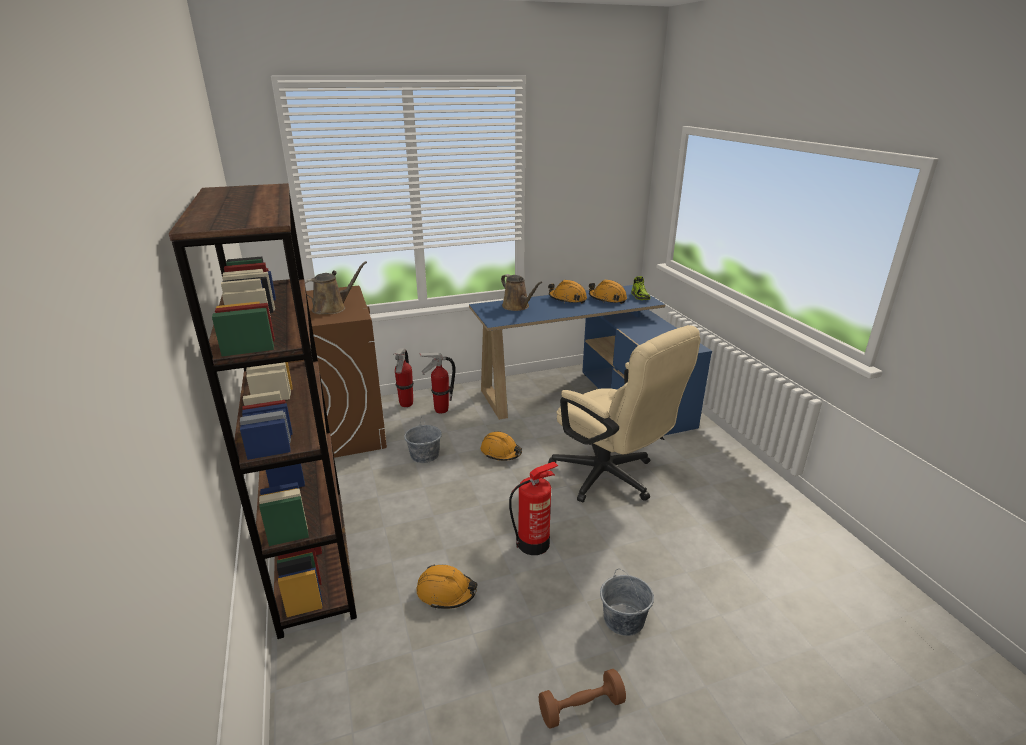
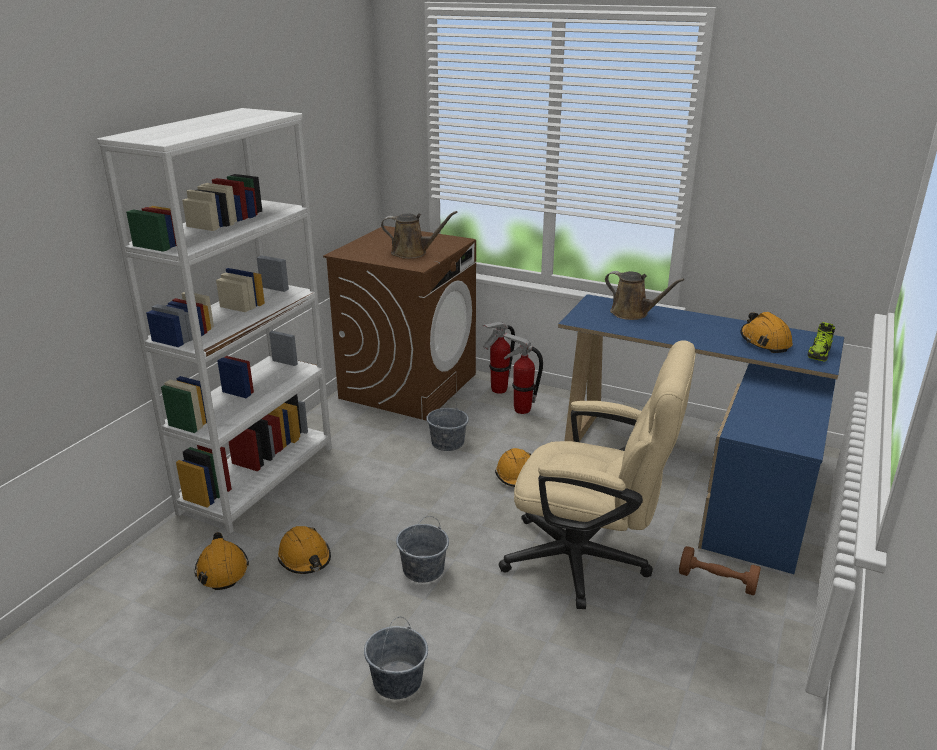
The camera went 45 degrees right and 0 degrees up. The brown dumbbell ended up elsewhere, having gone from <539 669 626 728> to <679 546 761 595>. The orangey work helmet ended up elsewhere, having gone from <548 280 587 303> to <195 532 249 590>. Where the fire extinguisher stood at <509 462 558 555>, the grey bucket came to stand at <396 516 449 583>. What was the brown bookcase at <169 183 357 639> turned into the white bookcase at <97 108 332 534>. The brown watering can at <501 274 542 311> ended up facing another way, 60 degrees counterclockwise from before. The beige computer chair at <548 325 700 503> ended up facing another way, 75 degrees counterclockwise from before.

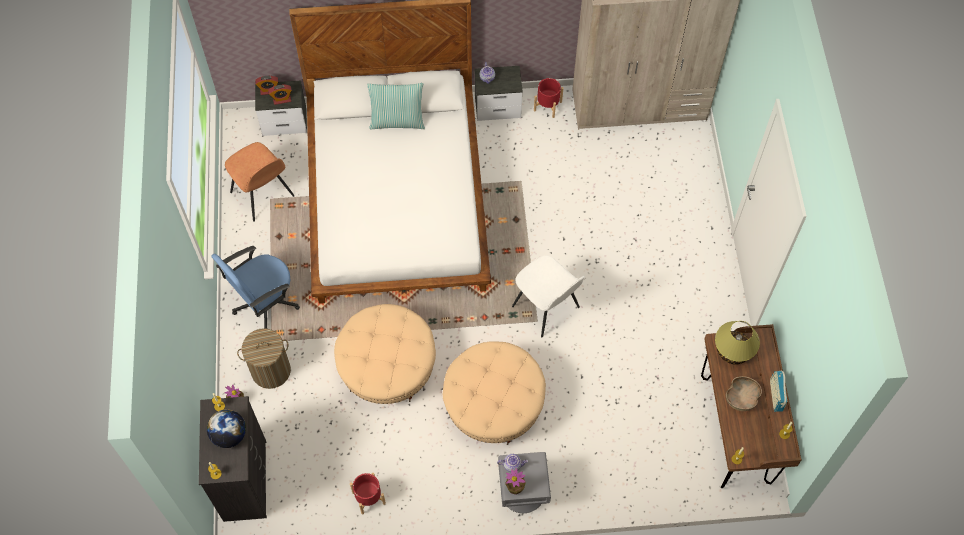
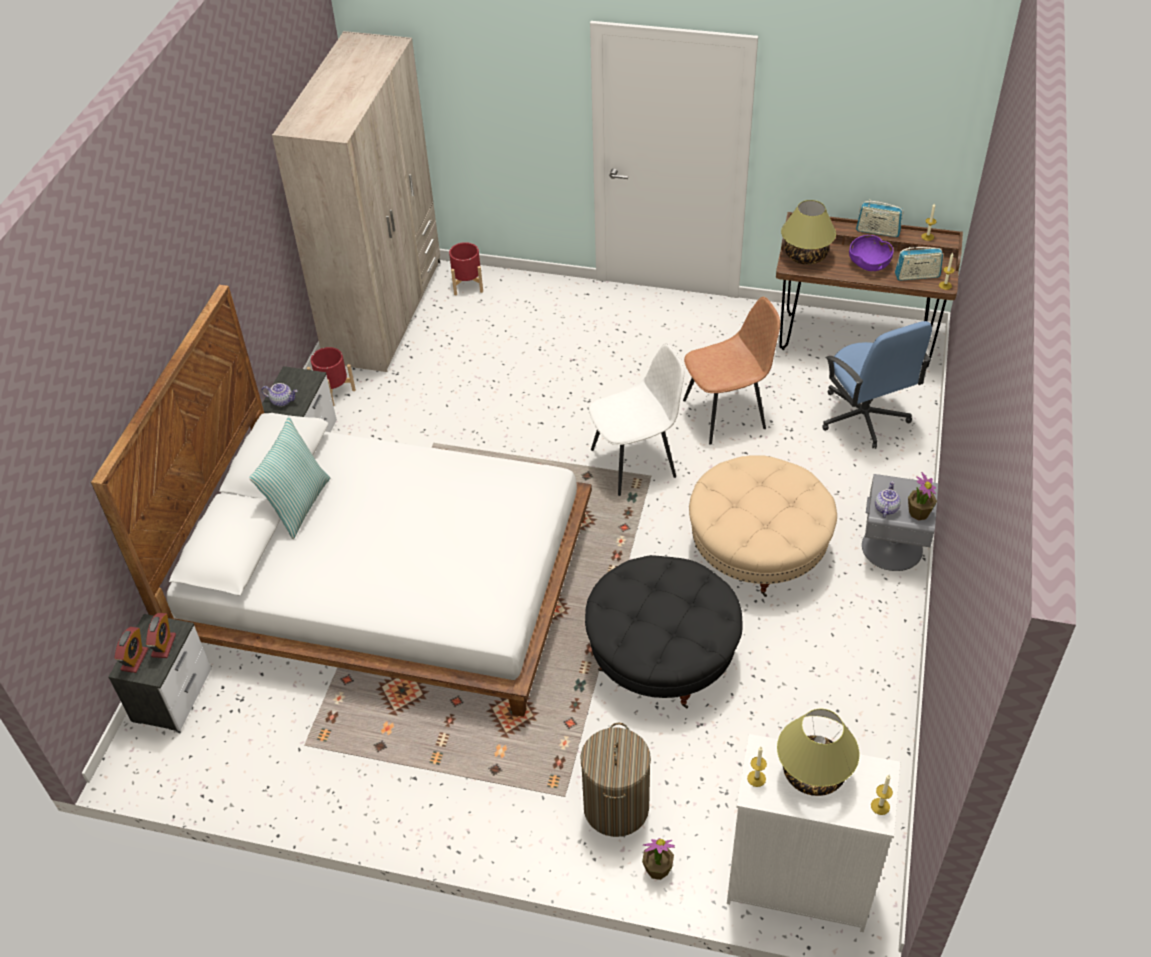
The camera went 70 degrees left and 15 degrees down. The second view gained the radio set at <895 247 943 281>. The blue-coloured computer chair ended up elsewhere, having gone from <211 246 300 329> to <822 321 932 449>. The brown plain chair ended up elsewhere, having gone from <225 142 295 222> to <683 297 780 445>. The red-coloured planter ended up elsewhere, having gone from <350 473 386 514> to <449 242 483 295>. Where the globe stood at <207 409 246 448>, the lamp for a table came to stand at <777 709 859 796>. What was the blackish drawer chest at <199 396 267 522> turned into the white drawer chest at <727 734 900 932>. What was the beige pouffe at <334 304 436 404> turned into the blackish pouffe at <585 555 743 708>. What was the brown serving bowl at <726 376 762 411> turned into the purple serving bowl at <849 235 894 271>.

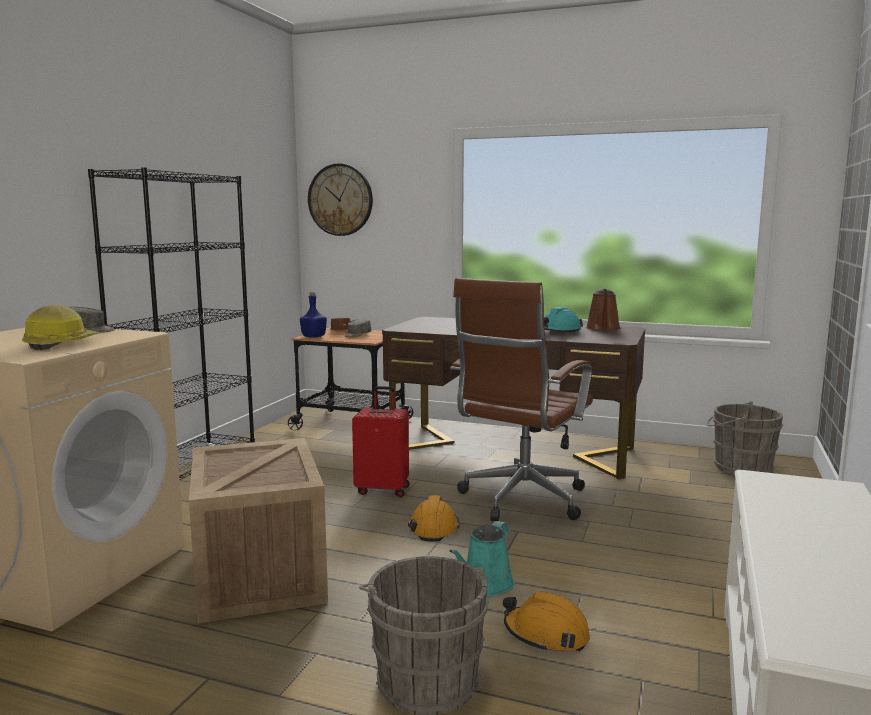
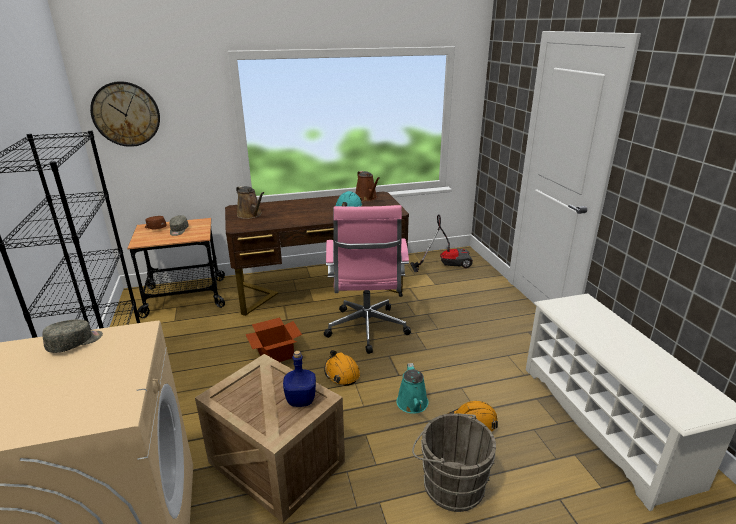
The camera went 35 degrees left and 15 degrees up. The second view lost the work helmet at <22 305 99 350>. The second view gained the brown watering can at <236 186 264 219>. The blue-coloured beverage bottle ended up elsewhere, having gone from <300 292 327 338> to <283 351 316 407>. Where the red-coloured piece of luggage stood at <352 386 410 497>, the carton came to stand at <245 318 302 362>. Where the grey bucket stood at <707 401 783 475>, the hoover came to stand at <410 214 473 272>. What was the brown computer chair at <450 278 593 521> turned into the pinkish computer chair at <324 205 411 354>.

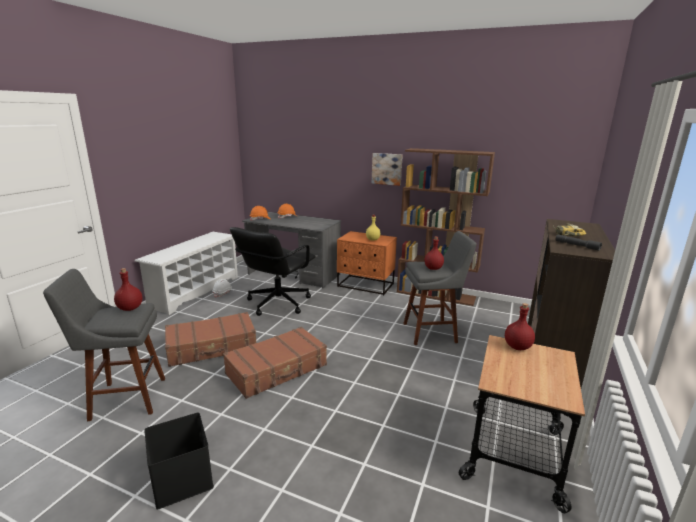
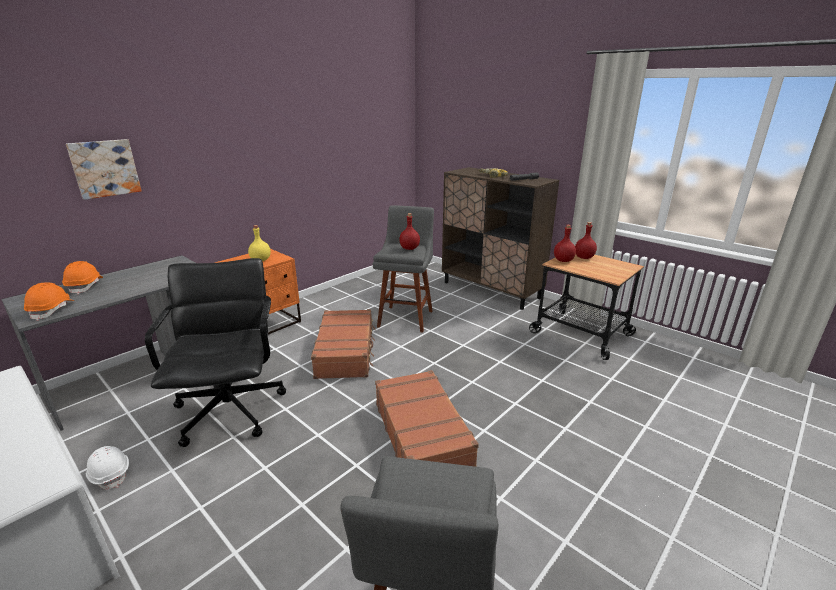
The camera went 70 degrees left and 5 degrees up. The second view lost the blackish storage bin at <144 413 214 510>. The second view lost the brown bookcase at <397 148 495 306>. The red-coloured beverage bottle ended up elsewhere, having gone from <114 268 143 311> to <575 222 597 259>. The brown piece of luggage ended up elsewhere, having gone from <165 312 256 367> to <311 309 376 379>. The wall art ended up elsewhere, having gone from <372 153 403 186> to <66 139 142 200>. The blackish computer chair at <230 227 316 316> ended up facing another way, 150 degrees counterclockwise from before.

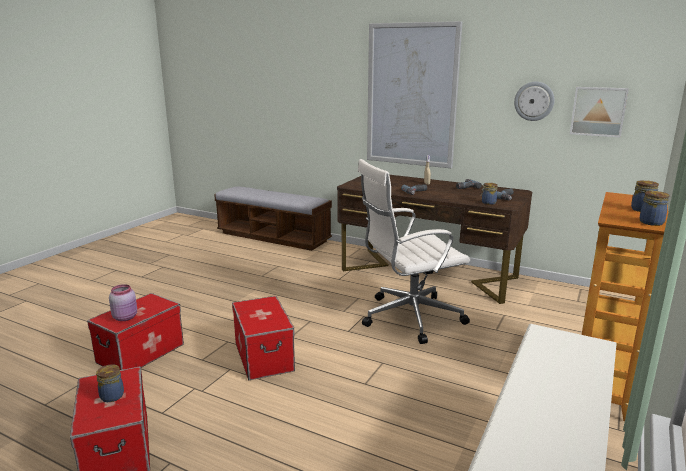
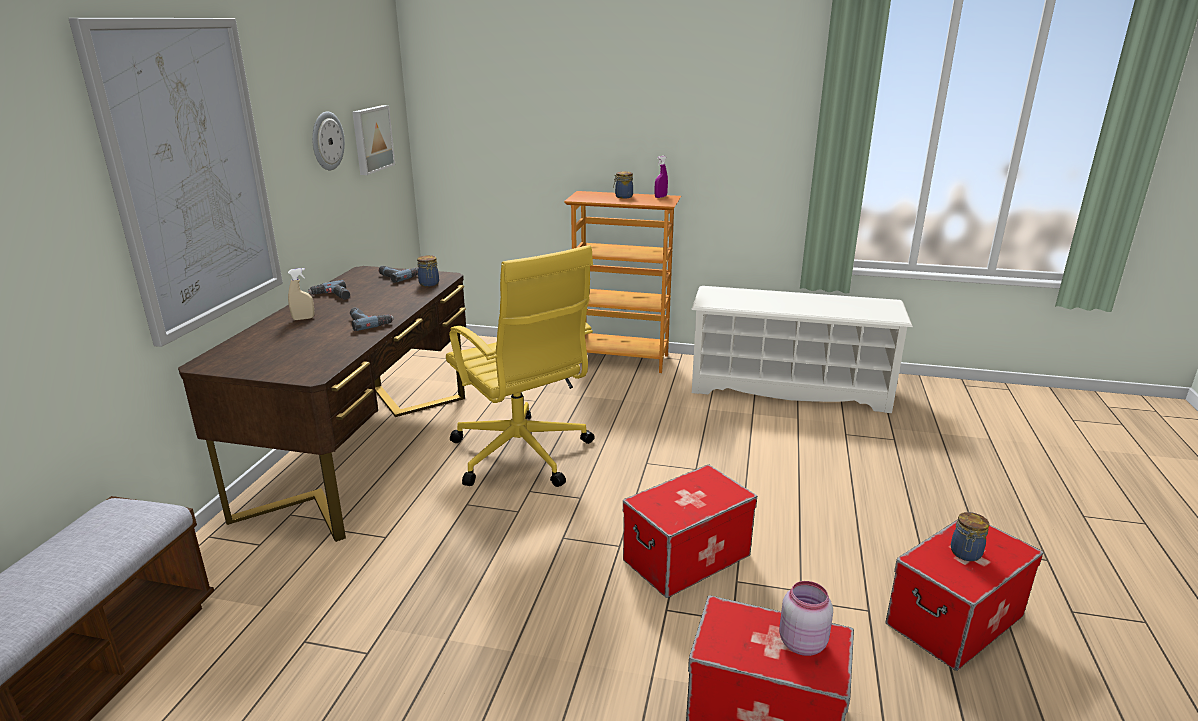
The camera went 105 degrees left and 5 degrees up. Where the preserve jar stood at <640 191 669 226>, the purple hand sprayer came to stand at <655 156 668 198>. What was the white computer chair at <358 159 470 344> turned into the yellow computer chair at <446 245 595 487>.

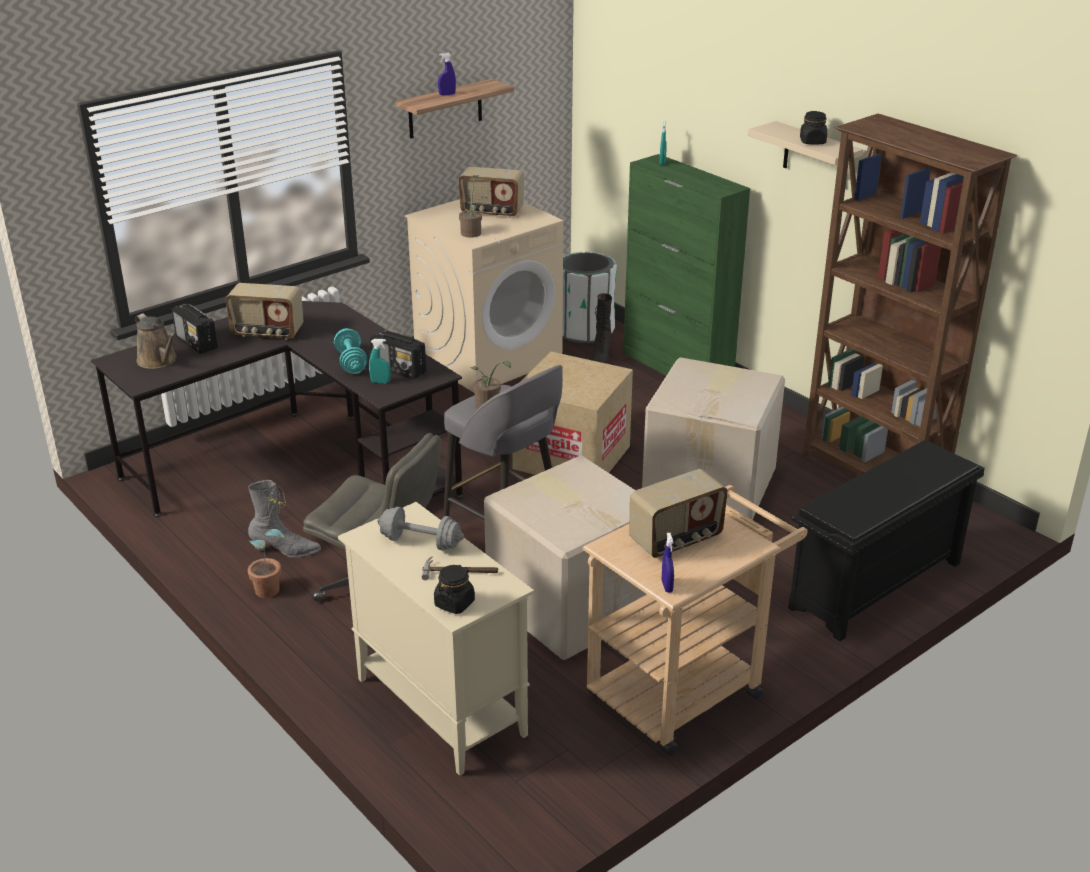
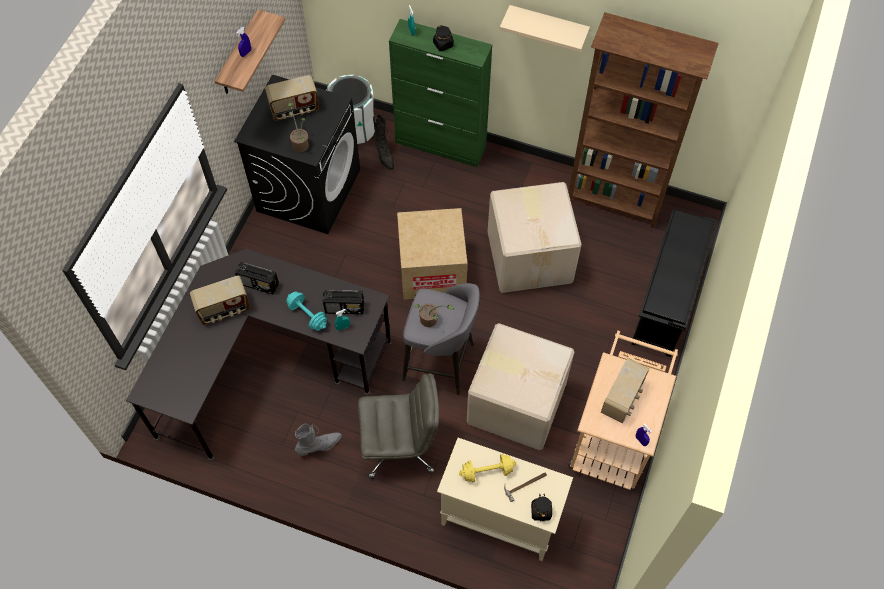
The camera went 30 degrees left and 30 degrees up. The second view lost the brown watering can at <135 314 177 369>. The second view lost the potted plant at <248 497 288 598>. The radio set ended up elsewhere, having gone from <172 304 218 354> to <235 262 279 294>. The blackish preserve jar ended up elsewhere, having gone from <800 111 827 145> to <433 25 454 51>. What was the grey dumbbell at <377 507 464 551> turned into the yellow dumbbell at <459 454 516 483>. What was the beige washing machine at <405 199 563 393> turned into the blackish washing machine at <234 74 360 234>.

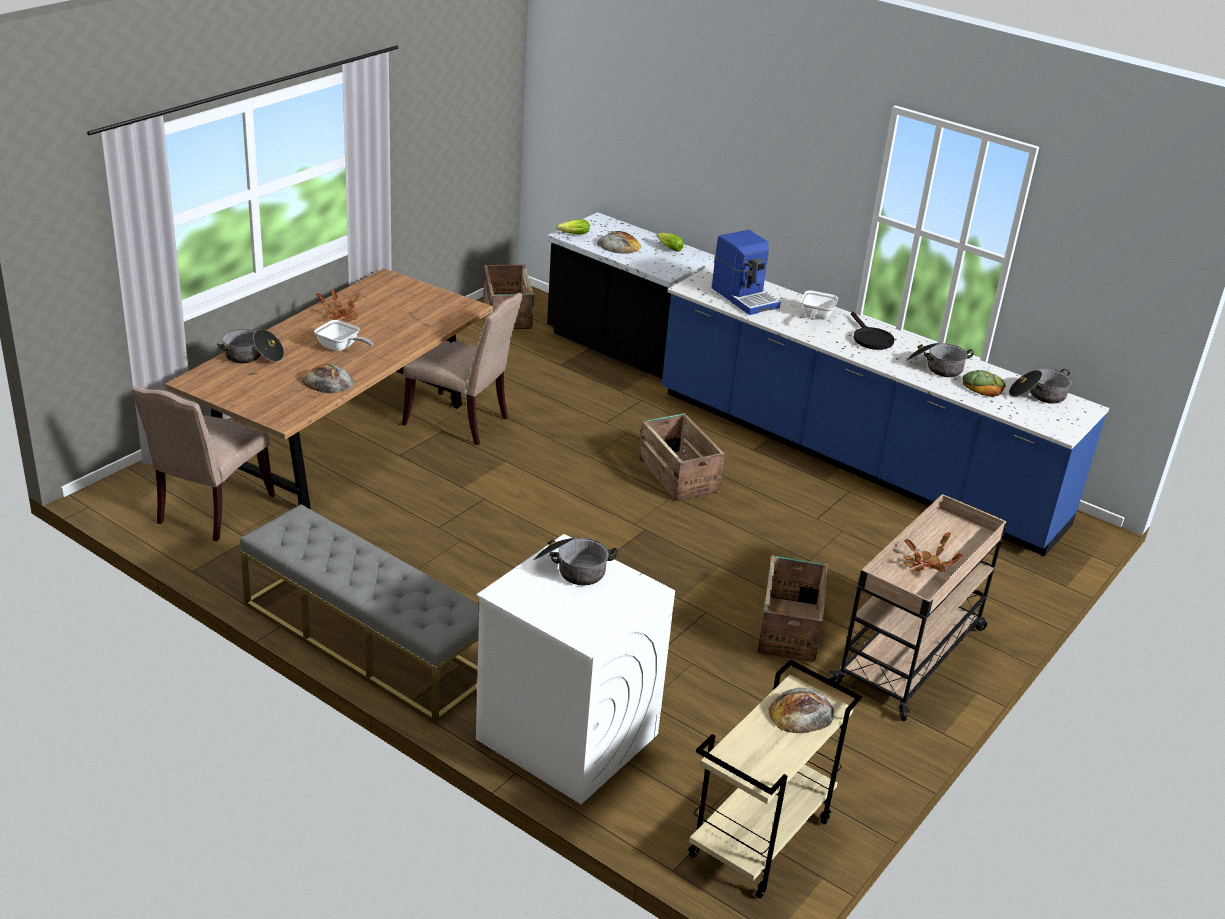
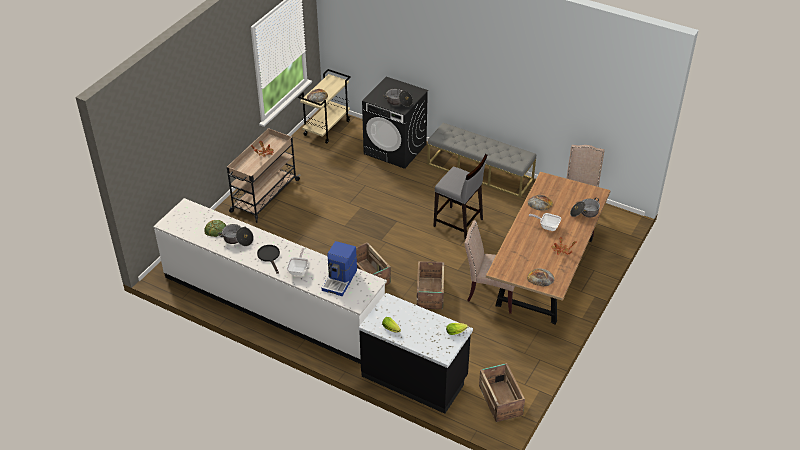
The camera went 175 degrees right and 10 degrees up. The second view lost the saucepot at <1009 368 1072 404>. The second view gained the grey stool seat at <433 154 487 240>. The baked bread ended up elsewhere, having gone from <597 231 641 254> to <527 268 555 287>. The packing crate ended up elsewhere, having gone from <757 556 828 662> to <417 261 444 309>. What was the white washing machine at <476 534 675 804> turned into the blackish washing machine at <362 77 428 169>. What was the blue-coloured counter at <662 264 1109 557> turned into the white counter at <153 198 387 364>. The coffee machine at <712 230 781 315> ended up facing another way, 120 degrees counterclockwise from before.

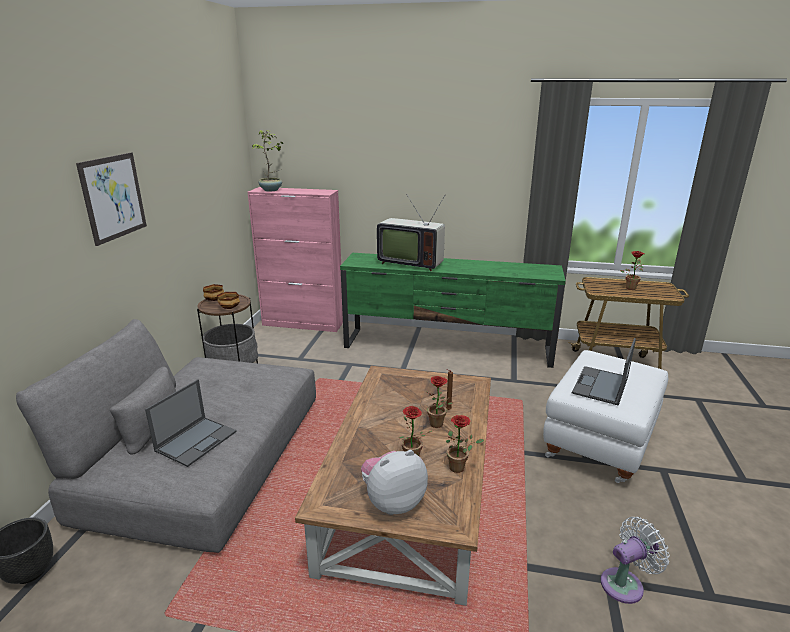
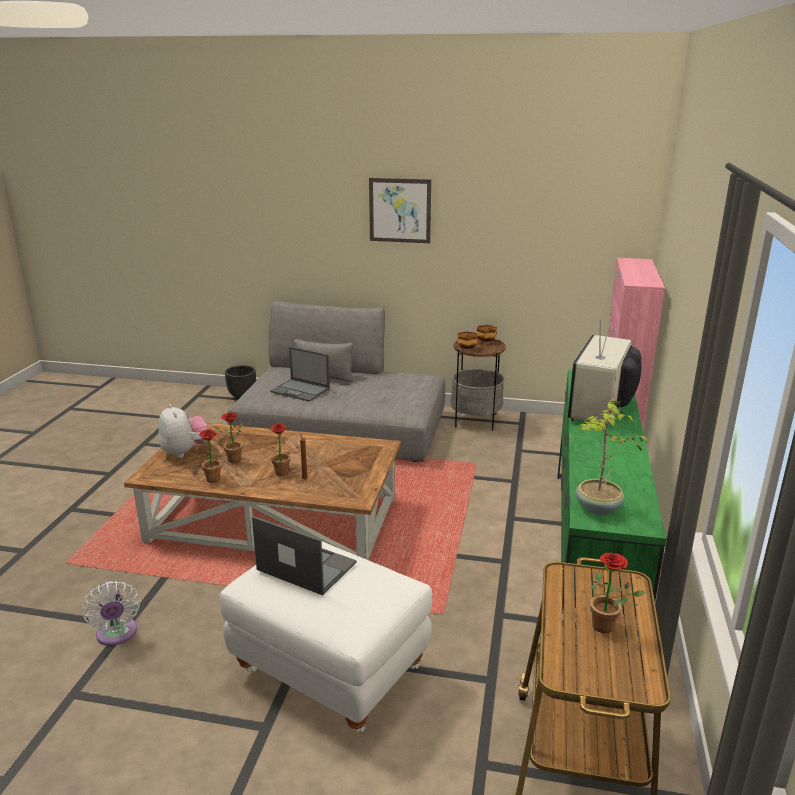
The camera went 90 degrees right and 0 degrees up. The potted plant ended up elsewhere, having gone from <252 130 283 192> to <576 398 649 515>.

